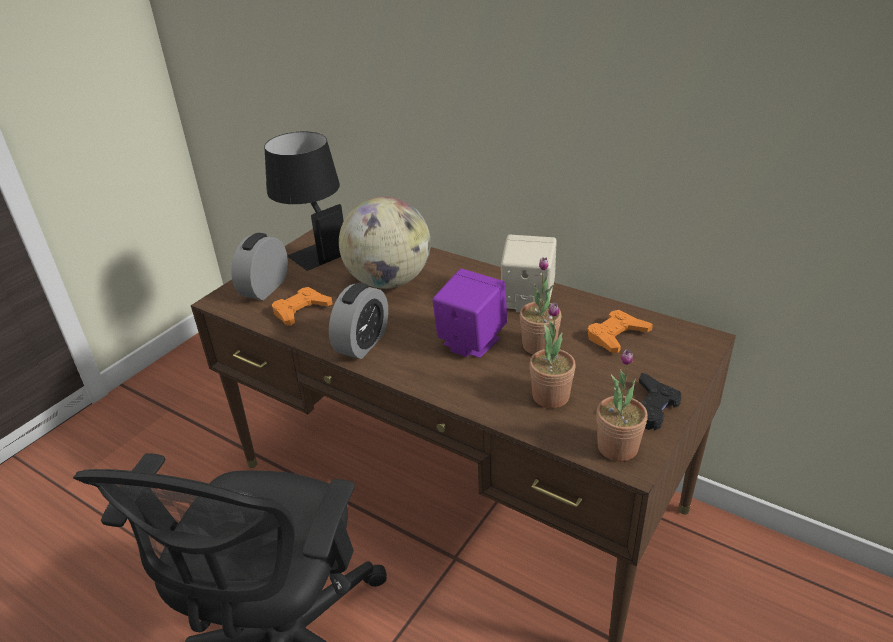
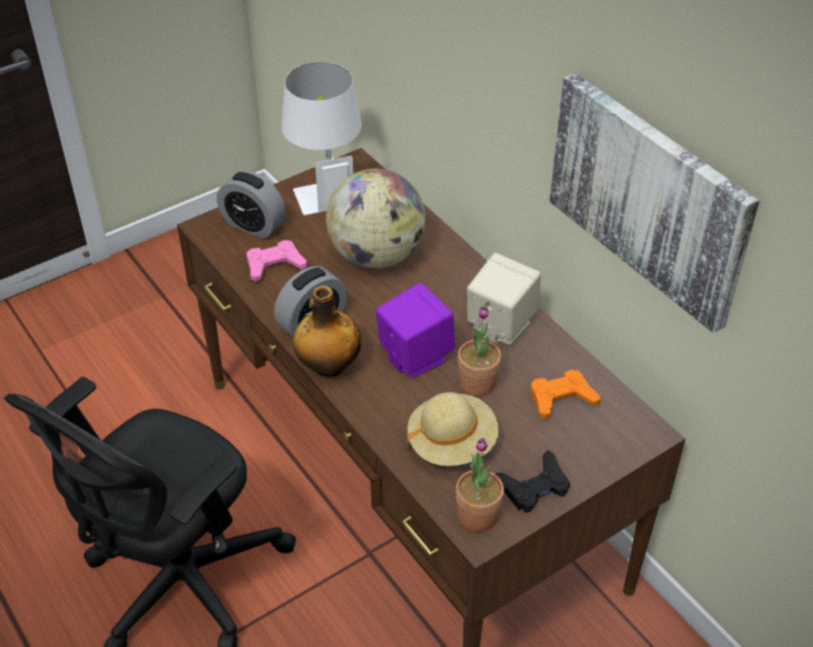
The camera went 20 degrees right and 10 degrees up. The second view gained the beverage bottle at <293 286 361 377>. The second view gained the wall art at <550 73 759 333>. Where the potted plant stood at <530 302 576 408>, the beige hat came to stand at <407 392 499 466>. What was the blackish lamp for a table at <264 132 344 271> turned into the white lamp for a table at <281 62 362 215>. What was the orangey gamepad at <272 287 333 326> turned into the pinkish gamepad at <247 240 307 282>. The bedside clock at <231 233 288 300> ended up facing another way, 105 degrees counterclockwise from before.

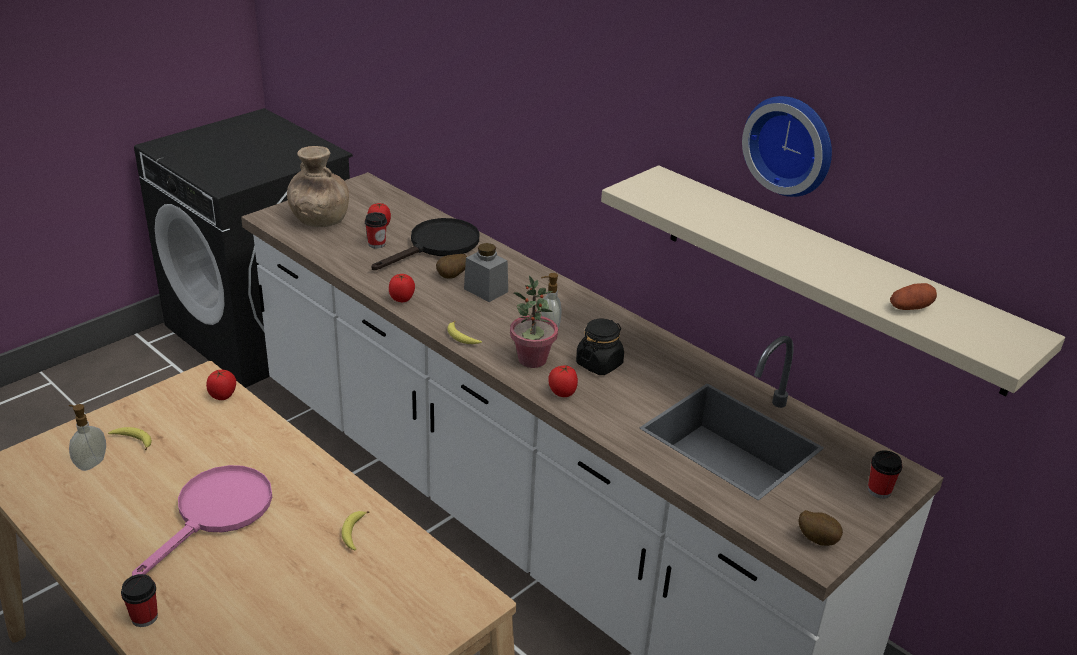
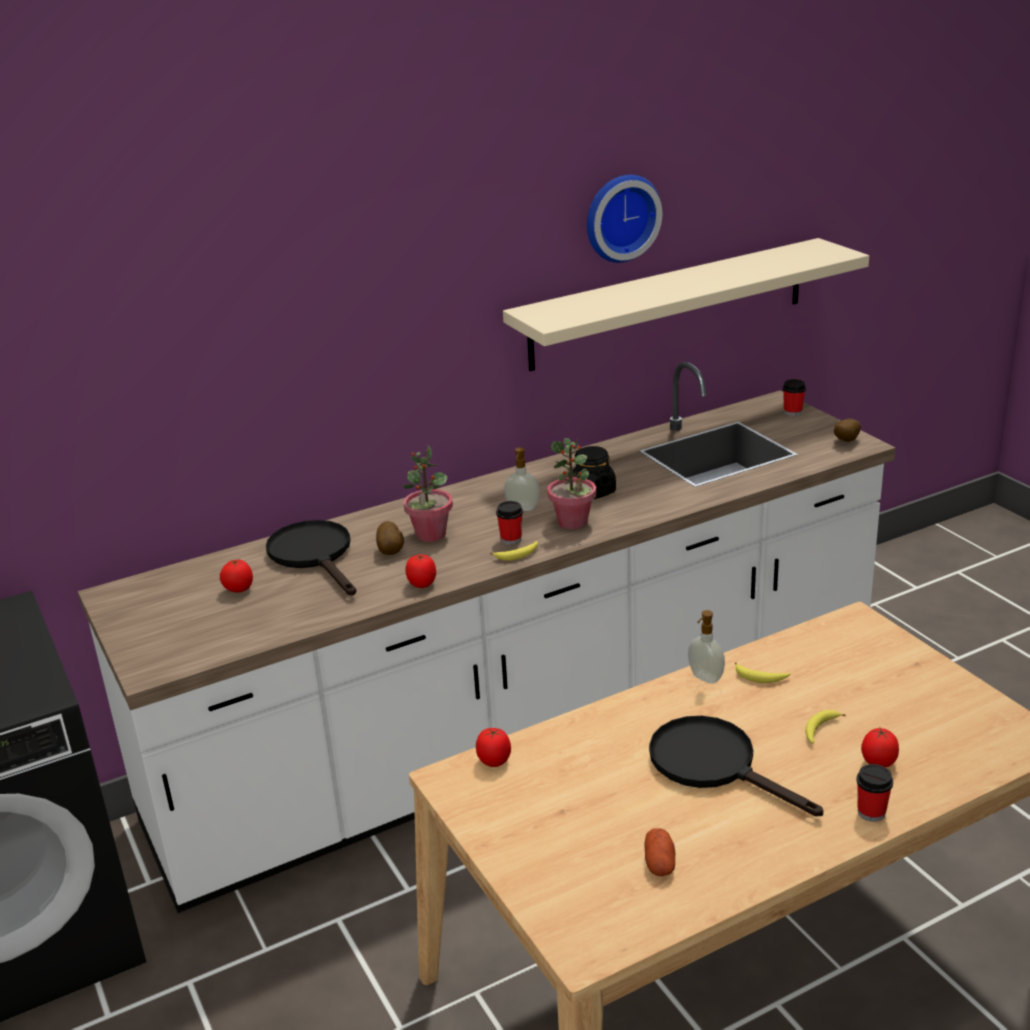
The camera went 70 degrees left and 5 degrees down. The second view lost the brown vase at <287 146 349 227>. The soap bottle ended up elsewhere, having gone from <69 404 106 471> to <688 610 725 683>. The banana fruit ended up elsewhere, having gone from <108 427 152 450> to <805 710 846 744>. The drinking cup ended up elsewhere, having gone from <365 212 387 248> to <496 501 523 545>. The fresh tomato ended up elsewhere, having gone from <548 365 578 397> to <861 728 899 767>. The potato ended up elsewhere, having gone from <890 283 937 310> to <644 828 675 876>. Where the grey preserve jar stood at <464 243 508 302>, the potted plant came to stand at <402 445 453 542>. What was the pinkish skillet at <132 465 272 576> turned into the blackish skillet at <649 716 823 816>.

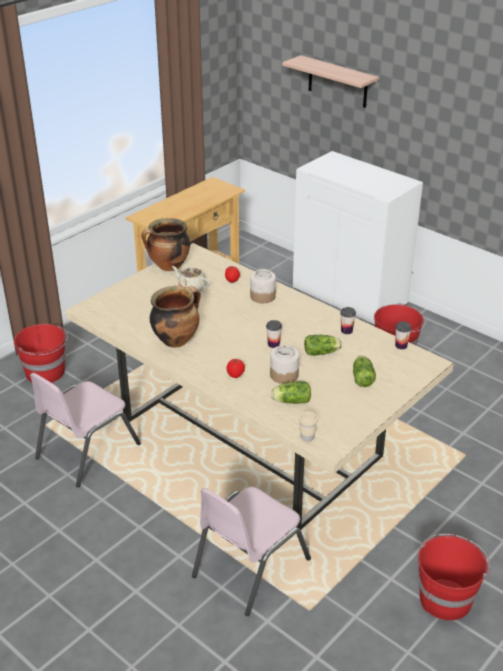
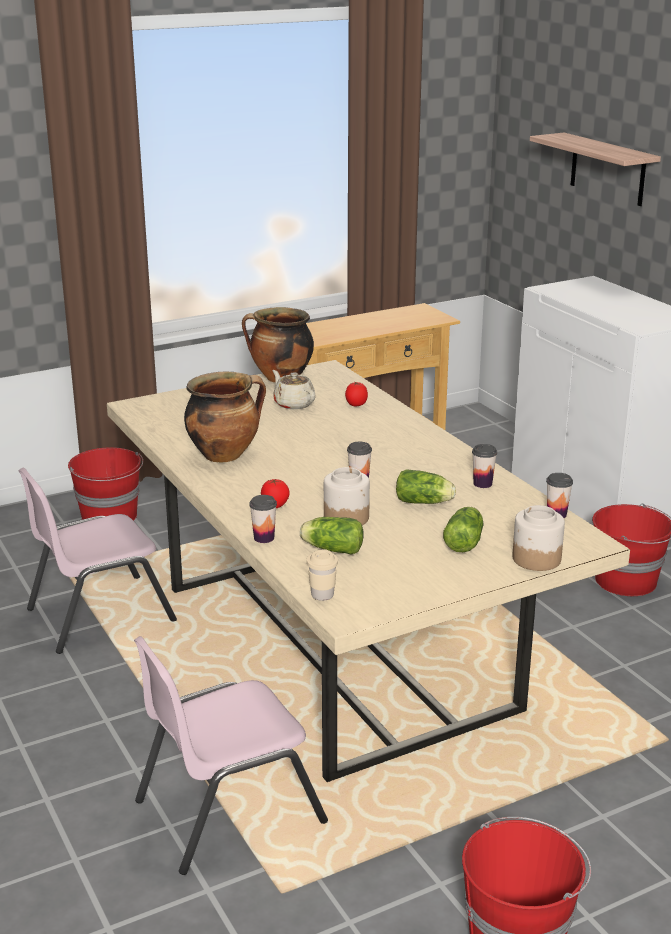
The camera went 20 degrees right and 10 degrees down. The second view gained the drinking cup at <249 495 277 543>. The preserve jar ended up elsewhere, having gone from <250 269 276 303> to <513 505 565 571>.

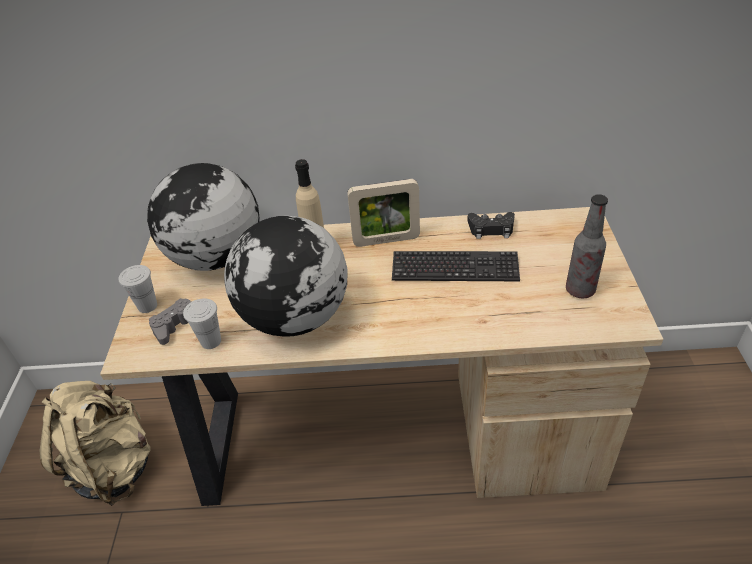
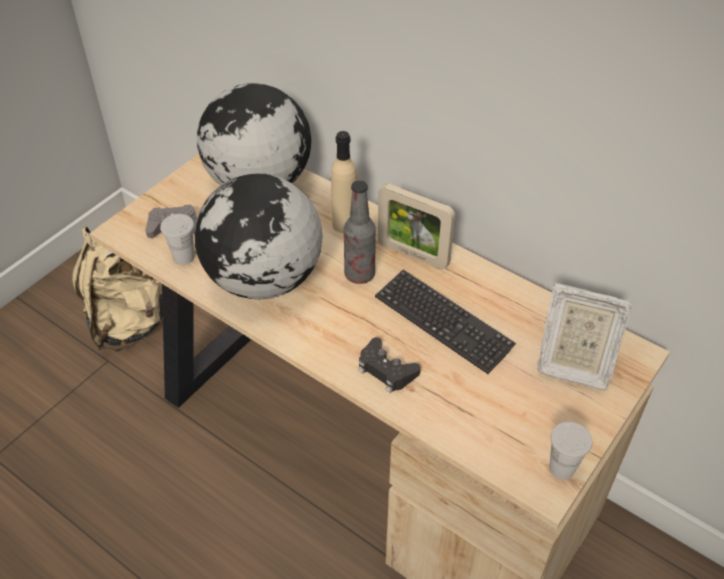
The camera went 35 degrees right and 5 degrees up. The second view gained the picture frame at <537 283 632 390>. The white drinking cup ended up elsewhere, having gone from <118 265 157 313> to <549 422 592 480>. The blackish gamepad ended up elsewhere, having gone from <467 212 515 239> to <358 337 421 393>. The beverage bottle ended up elsewhere, having gone from <566 194 608 298> to <344 180 376 284>.

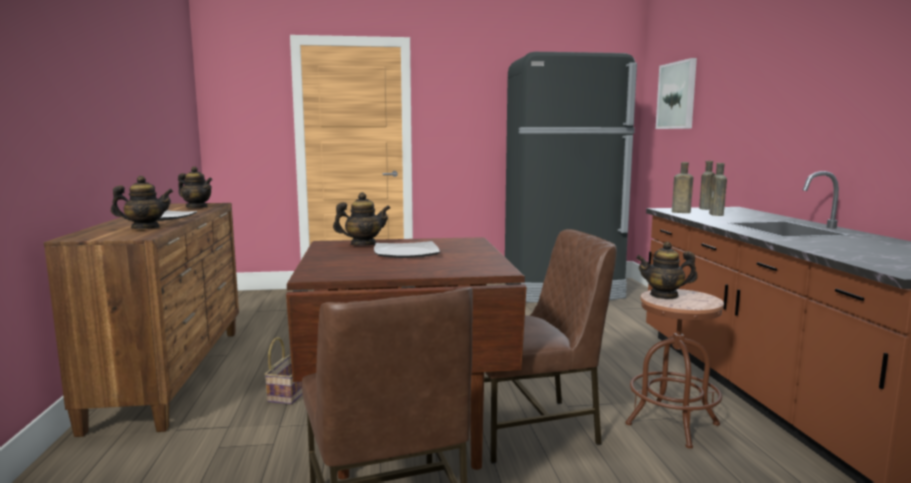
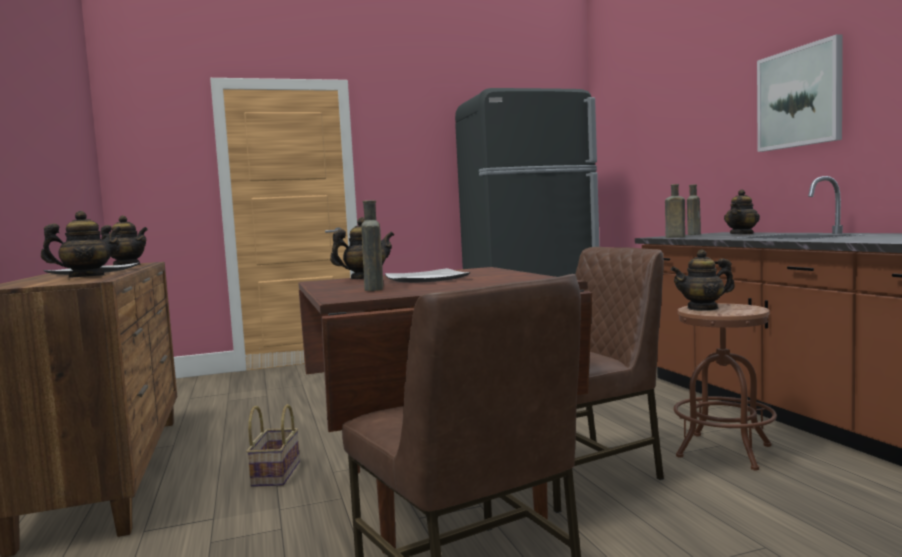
The camera went 10 degrees left and 5 degrees down. The second view gained the pot for tea at <724 189 760 235>. The wall art ended up elsewhere, having gone from <656 58 697 129> to <757 34 843 152>. The brown beverage bottle ended up elsewhere, having gone from <709 163 727 216> to <361 200 383 291>.

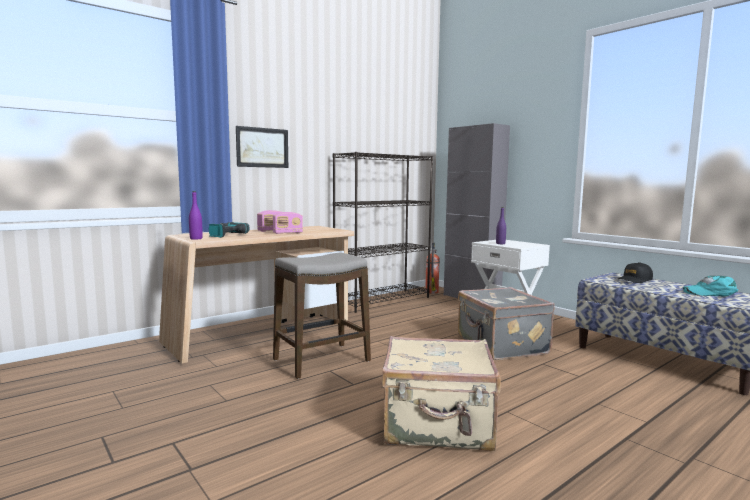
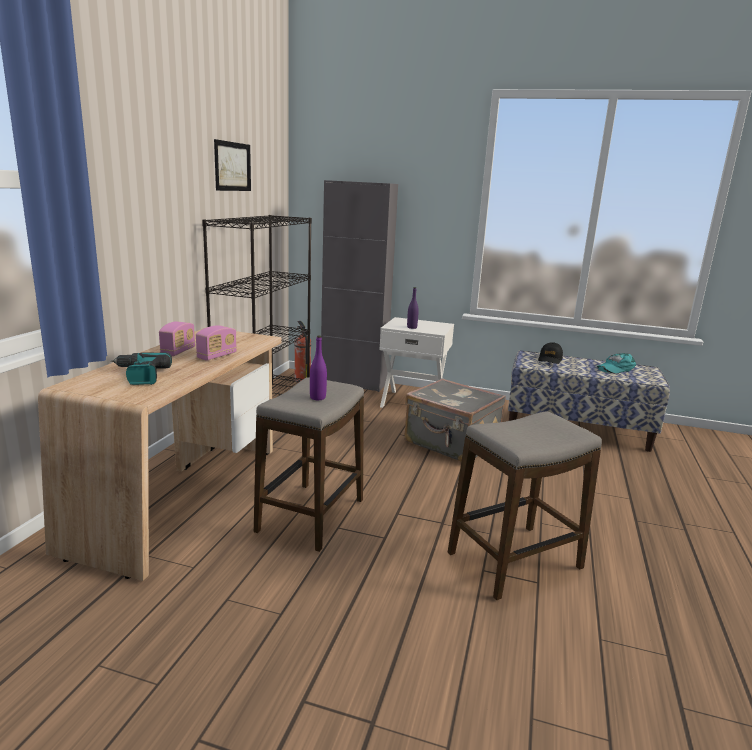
The camera went 35 degrees left and 10 degrees up. The purple beverage bottle ended up elsewhere, having gone from <189 191 203 240> to <310 336 327 400>. The wall art ended up elsewhere, having gone from <236 126 288 168> to <214 139 251 191>. Where the beige piece of luggage stood at <382 336 501 451>, the stool seat came to stand at <448 411 602 600>.

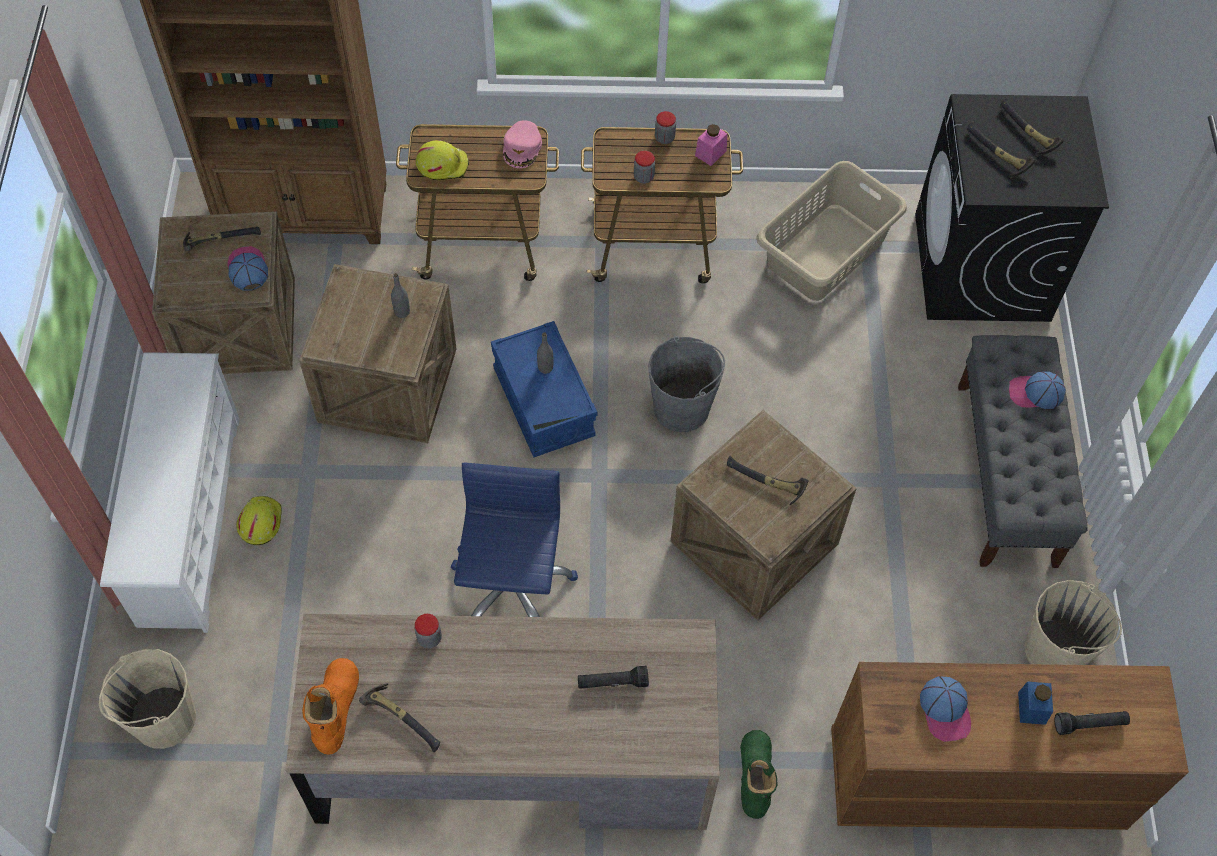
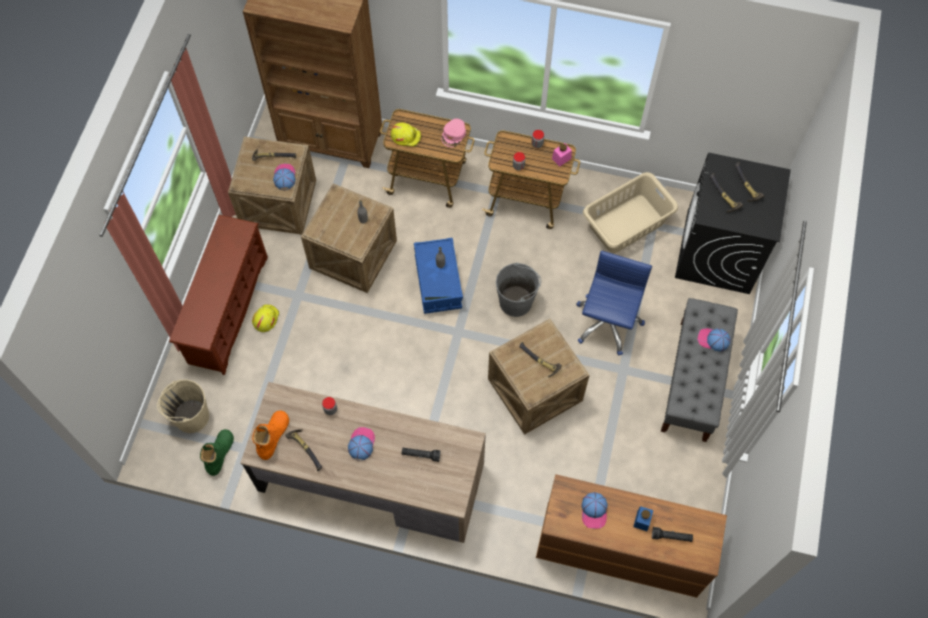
The camera went 15 degrees right and 5 degrees up. The second view lost the beige bucket at <1024 580 1122 665>. The second view gained the peaked cap at <348 427 375 461>. The blue-coloured computer chair ended up elsewhere, having gone from <450 462 578 617> to <576 251 652 355>. The green tall boot ended up elsewhere, having gone from <740 730 777 819> to <200 429 234 476>. What was the white shoe shelf at <100 352 240 633> turned into the brown shoe shelf at <169 215 268 375>.

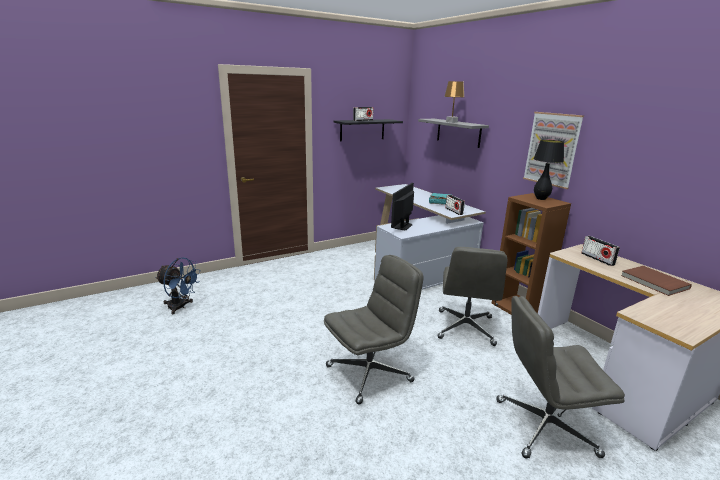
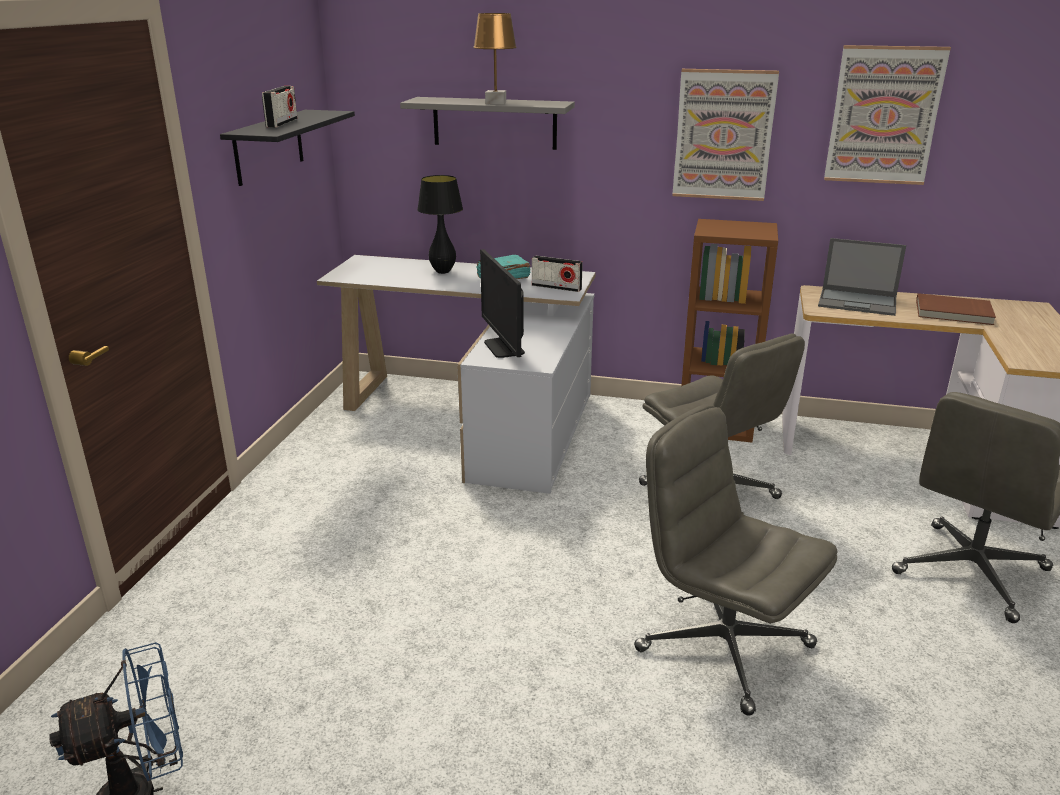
The camera went 45 degrees left and 5 degrees up. The second view gained the wall art at <824 45 951 185>. The blackish lamp for a table ended up elsewhere, having gone from <534 140 564 200> to <417 175 463 274>. Where the radio set stood at <581 236 620 266>, the portable computer came to stand at <818 238 906 316>. The grey computer chair at <324 255 423 405> ended up facing another way, 60 degrees counterclockwise from before.

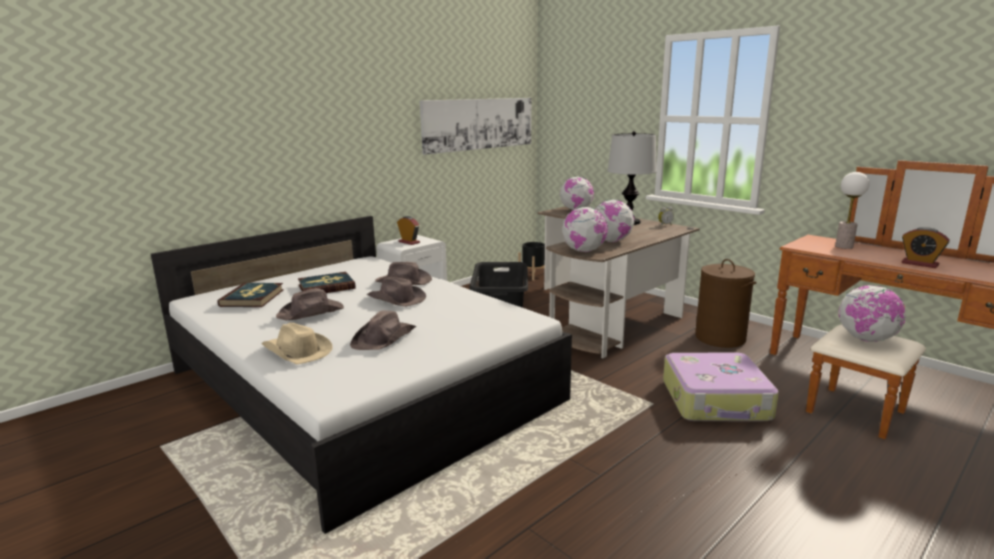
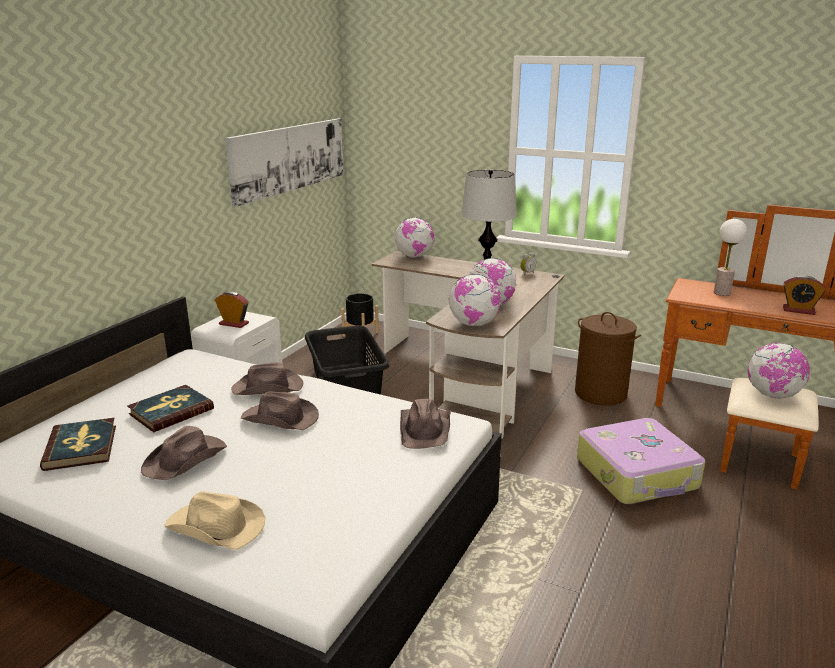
The camera went 20 degrees left and 5 degrees up. The brown hat ended up elsewhere, having gone from <350 311 416 350> to <400 399 451 449>.

